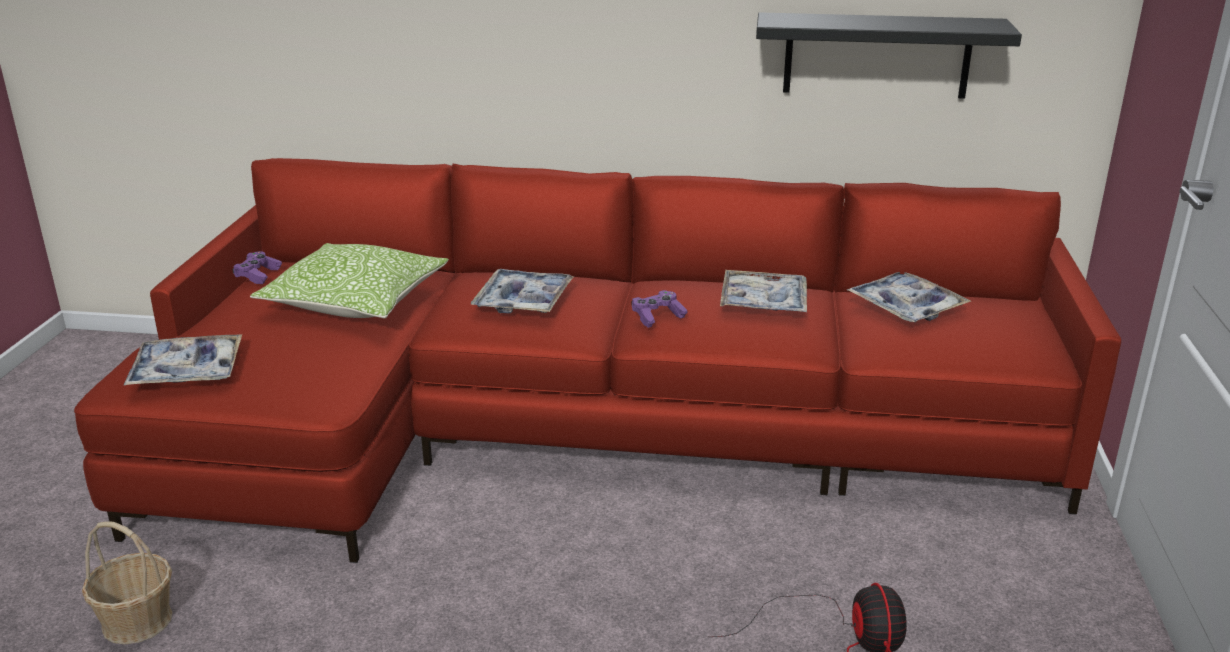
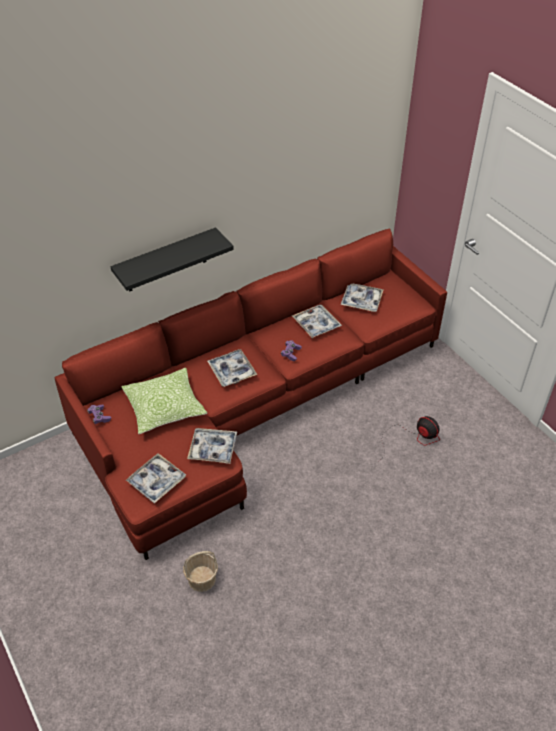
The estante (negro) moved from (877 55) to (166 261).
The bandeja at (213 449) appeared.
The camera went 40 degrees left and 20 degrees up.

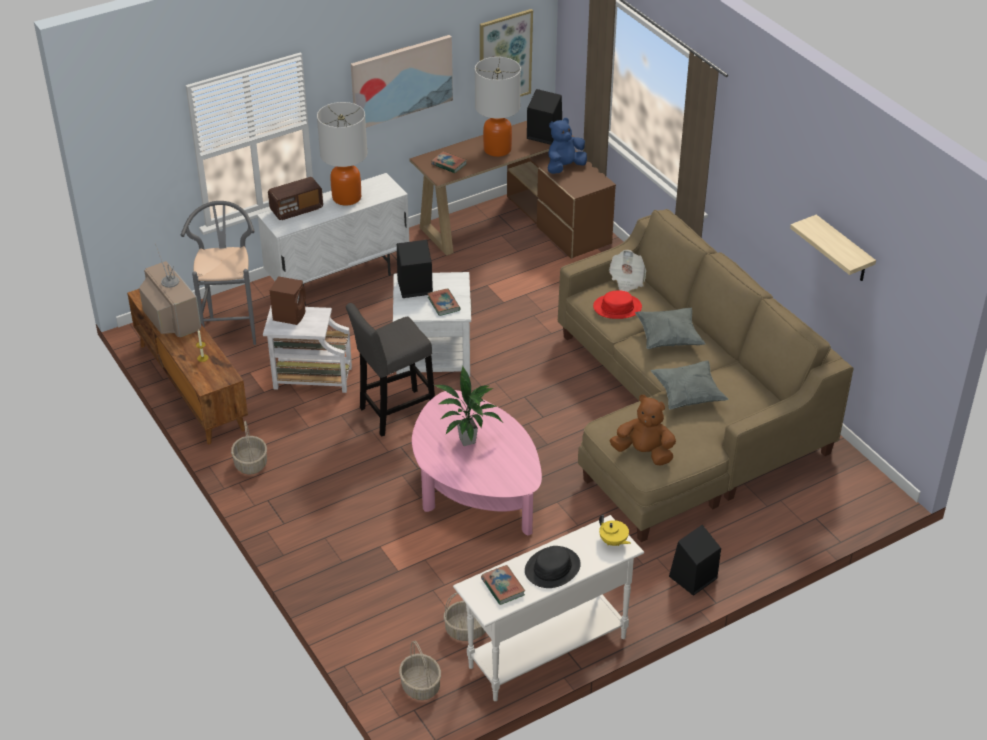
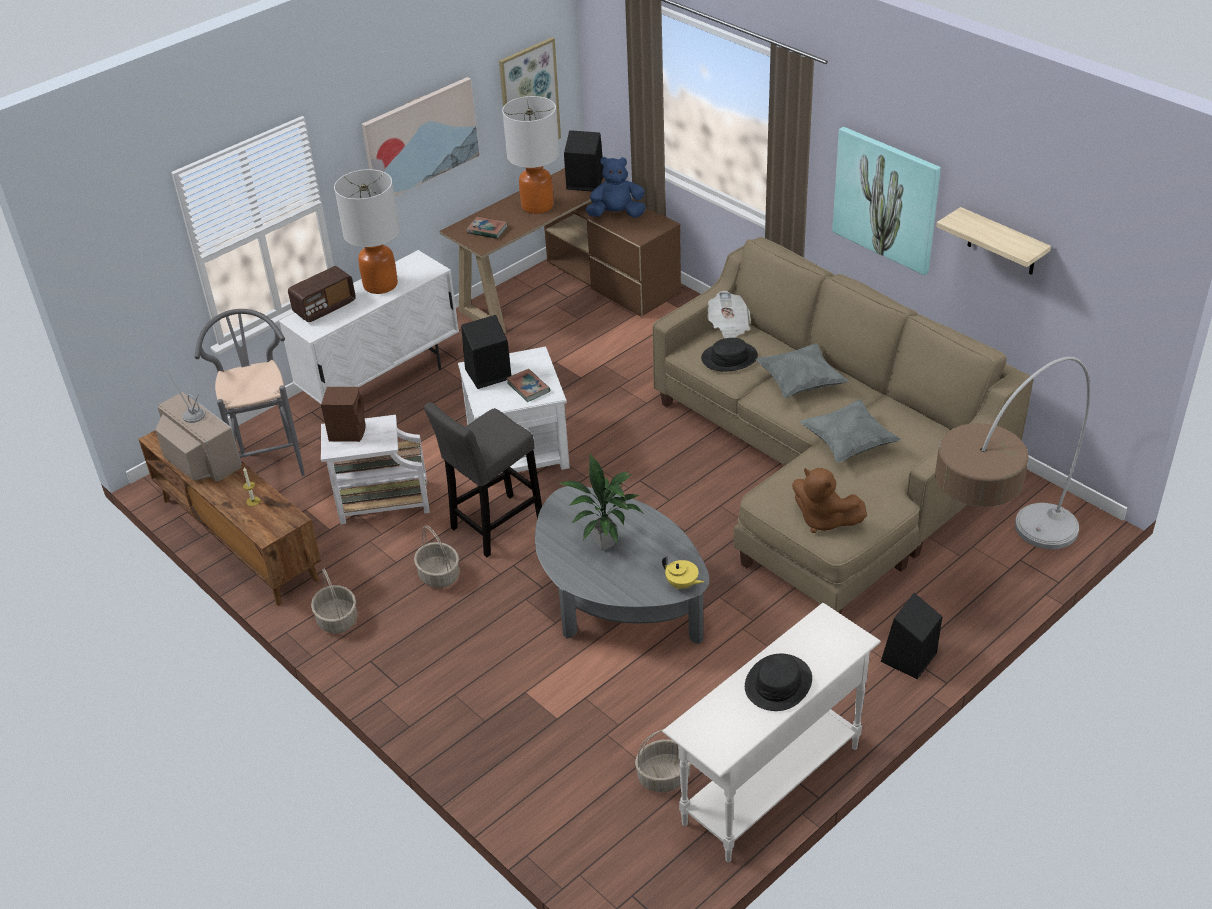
The peluche (azul) at (564 167) turned 45 degrees clockwise.
The sombrero (rojo) at (617 307) became the sombrero (negro) at (729 358).
The mesa de centro (rosa) at (475 488) became the mesa de centro (gris) at (617 599).
The peluche (marrón) at (644 453) turned 150 degrees counterclockwise.
The tetera (amarillo) moved from (613 542) to (682 584).
The libro at (503 587) disappeared.
The cesta moved from (421 686) to (439 575).
The cuadro at (886 199) appeared.
The lámpara de pie at (996 571) appeared.
The camera went 10 degrees left and 0 degrees up.

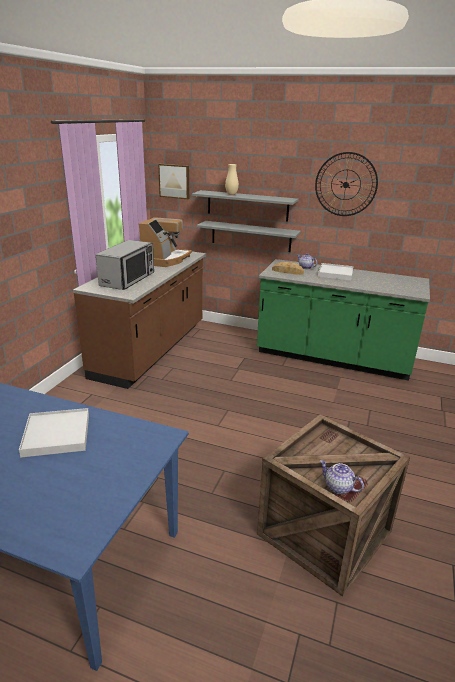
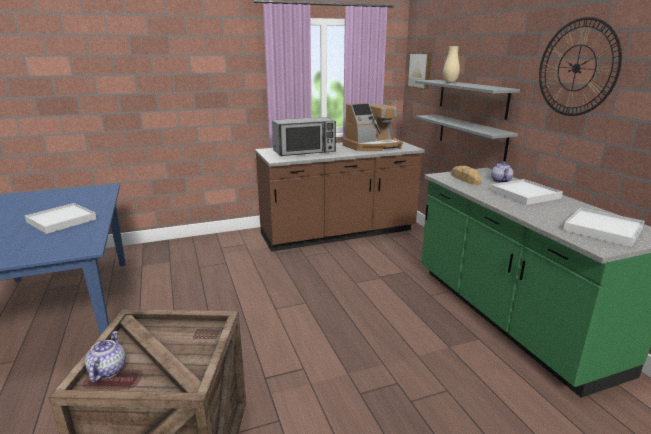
The bandeja (blanco) at (602 230) appeared.
The camera went 50 degrees right and 5 degrees down.

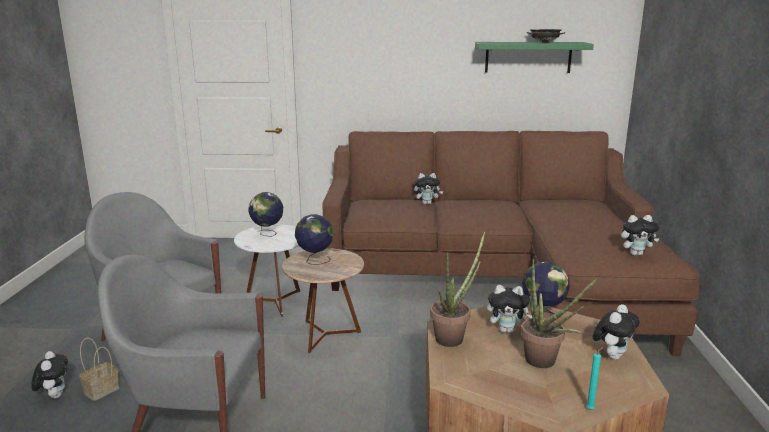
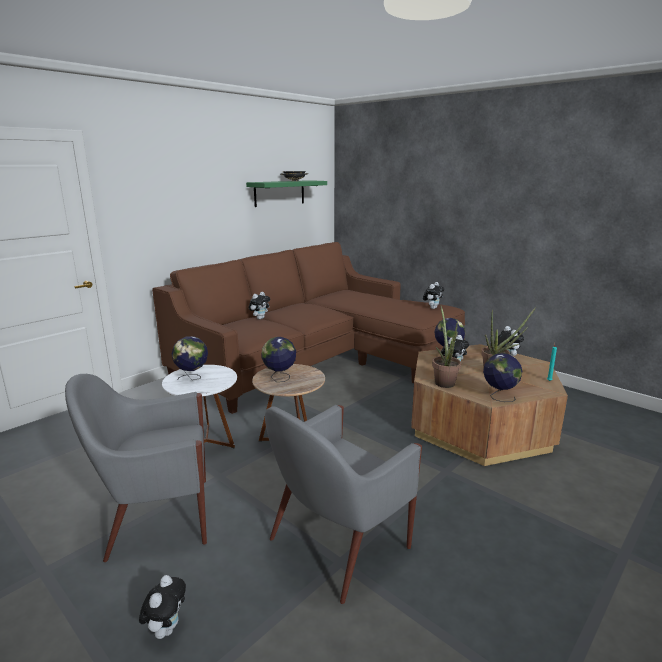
The cesta at (102 390) disappeared.
The peluche at (54 395) turned 75 degrees clockwise.
The globo terráqueo at (499 397) appeared.
The camera went 50 degrees left and 0 degrees up.

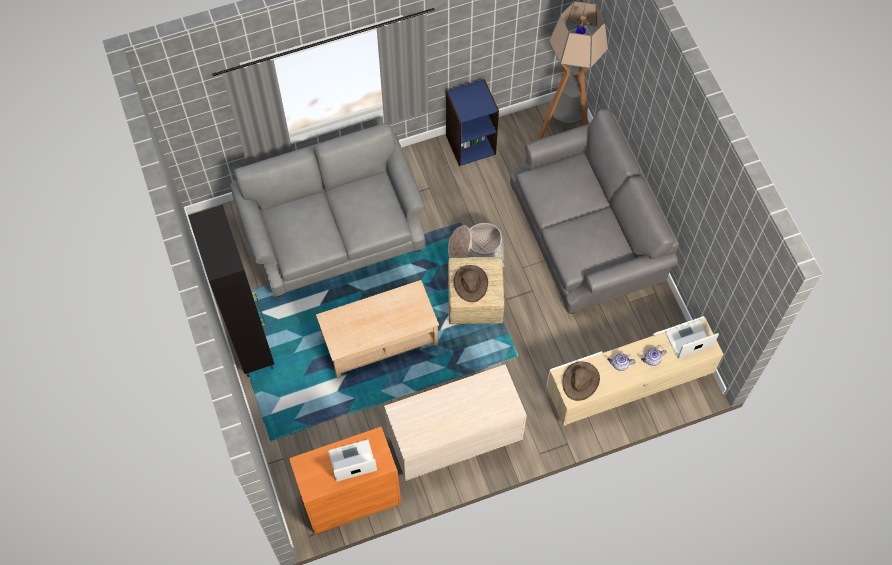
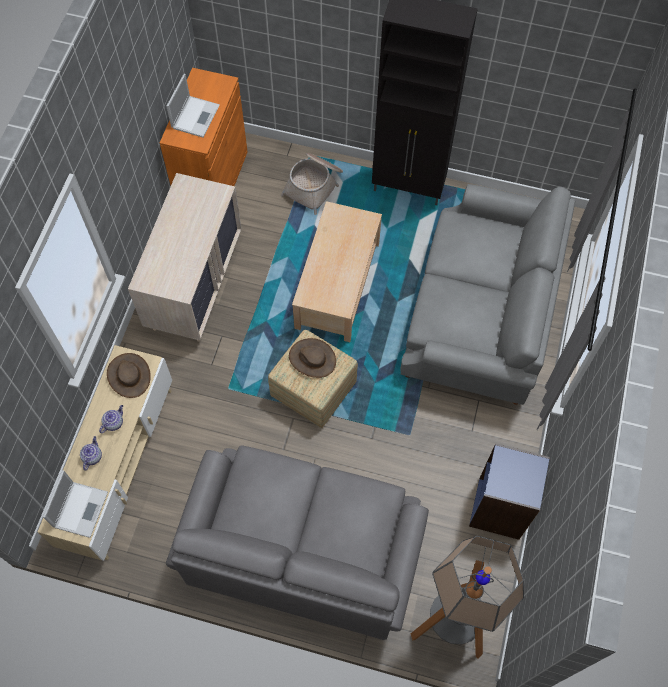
The cesta moved from (476 250) to (314 185).
The camera went 125 degrees right and 0 degrees up.

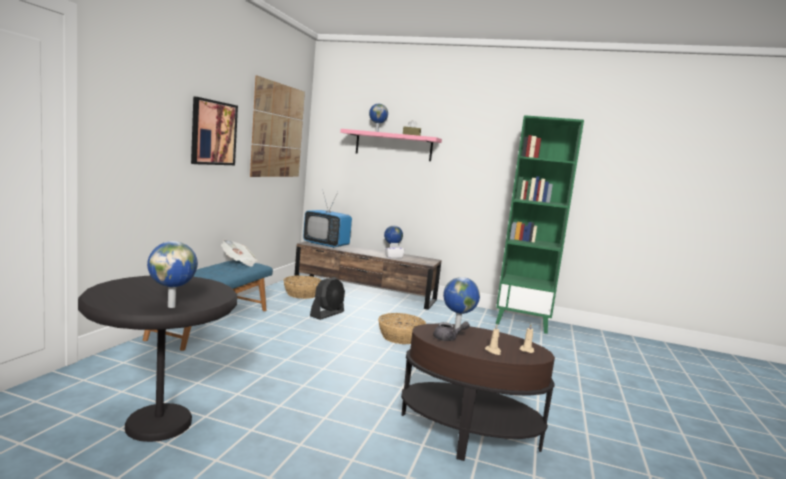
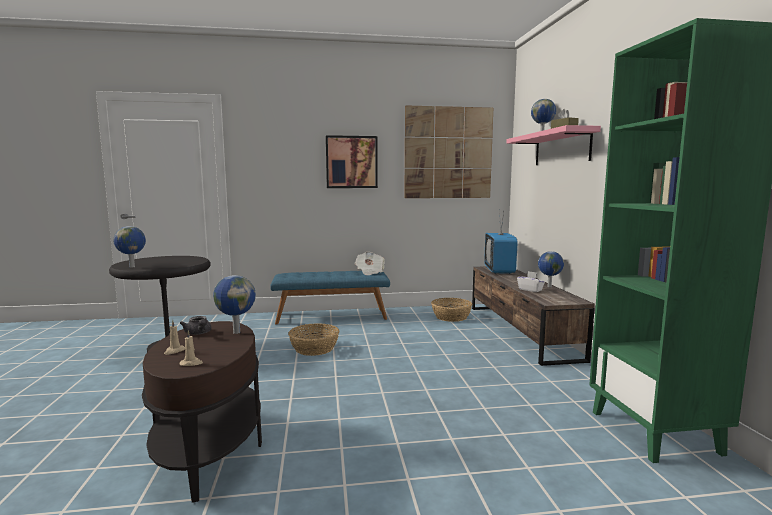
The ventilador (negro) at (327 314) disappeared.
The cesta moved from (400 337) to (314 348).
The camera went 65 degrees right and 0 degrees up.

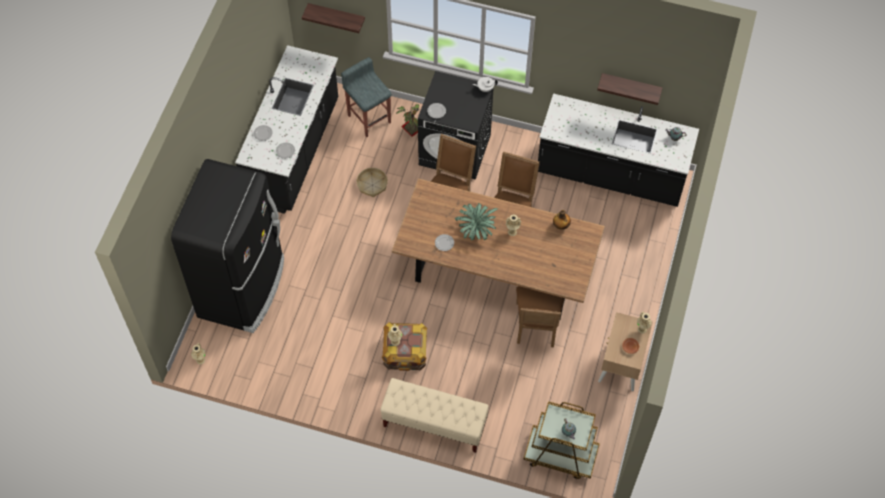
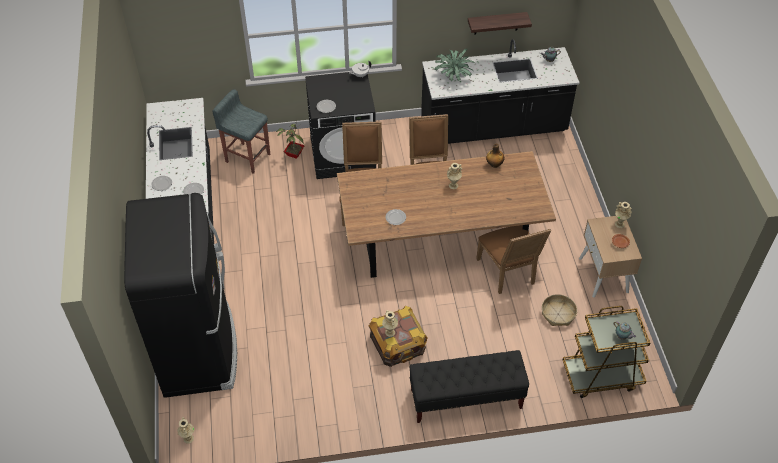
The estante at (337 16) disappeared.
The cesta moved from (372 185) to (558 314).
The planta en maceta moved from (476 229) to (454 76).
The banco (beis) at (434 424) became the banco (negro) at (465 399).
The camera went 25 degrees left and 10 degrees down.

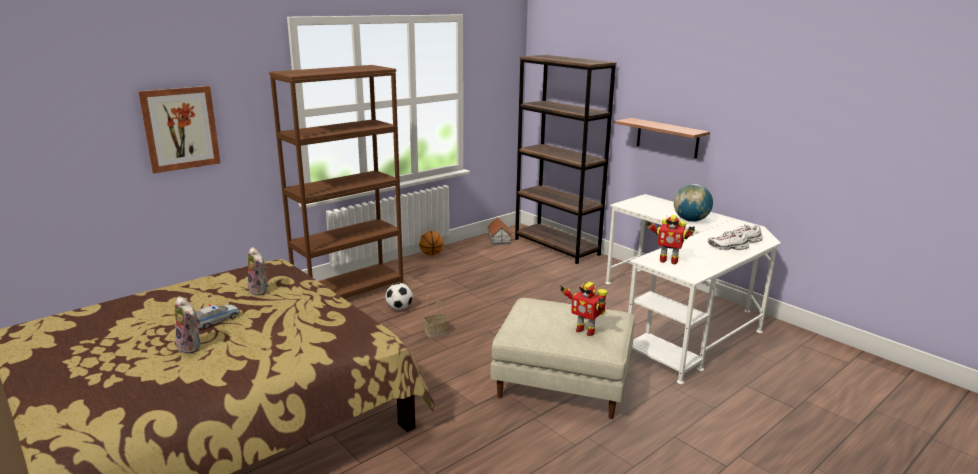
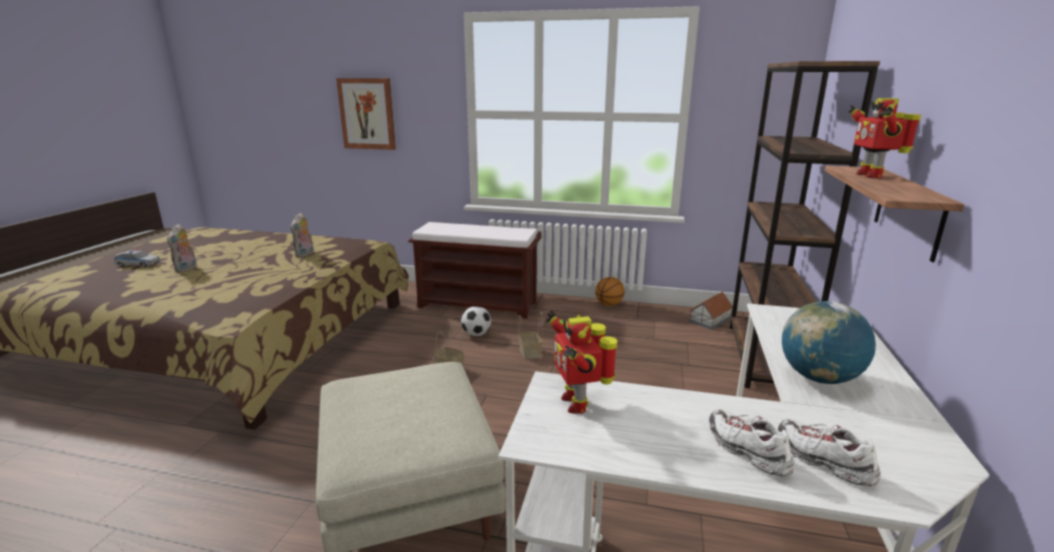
The estantería (marrón) at (350 292) was replaced by the banco (marrón) at (479 304).
The robot de juguete moved from (585 330) to (871 175).
The coche de juguete moved from (215 320) to (138 264).
The cesta at (531 353) appeared.
The camera went 55 degrees right and 0 degrees up.

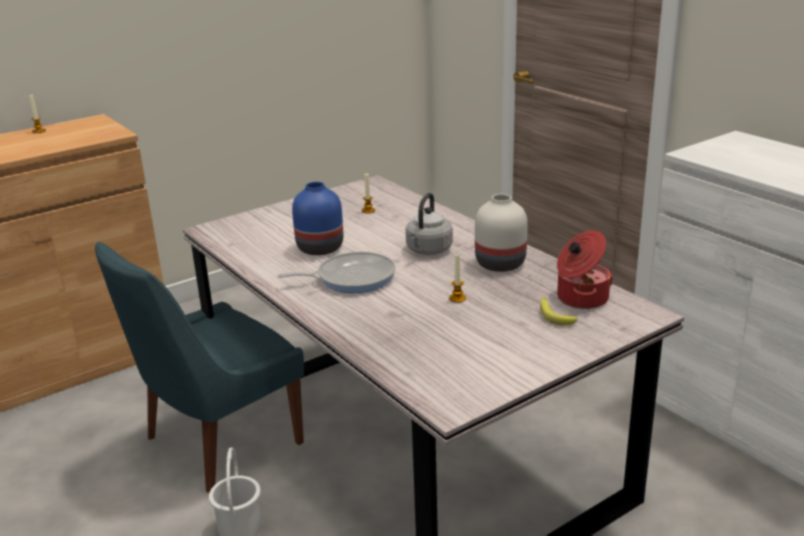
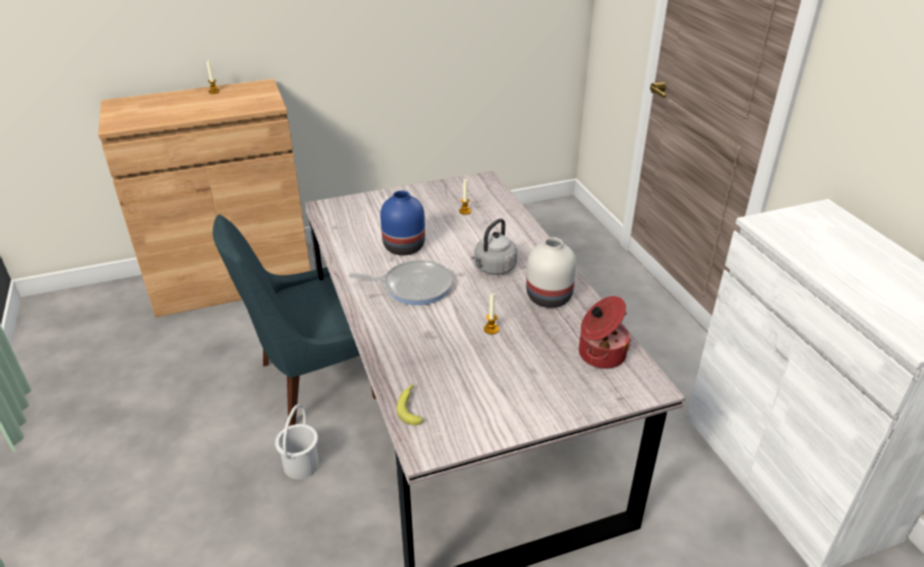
The plátano moved from (554 314) to (411 407).
The camera went 15 degrees right and 10 degrees up.

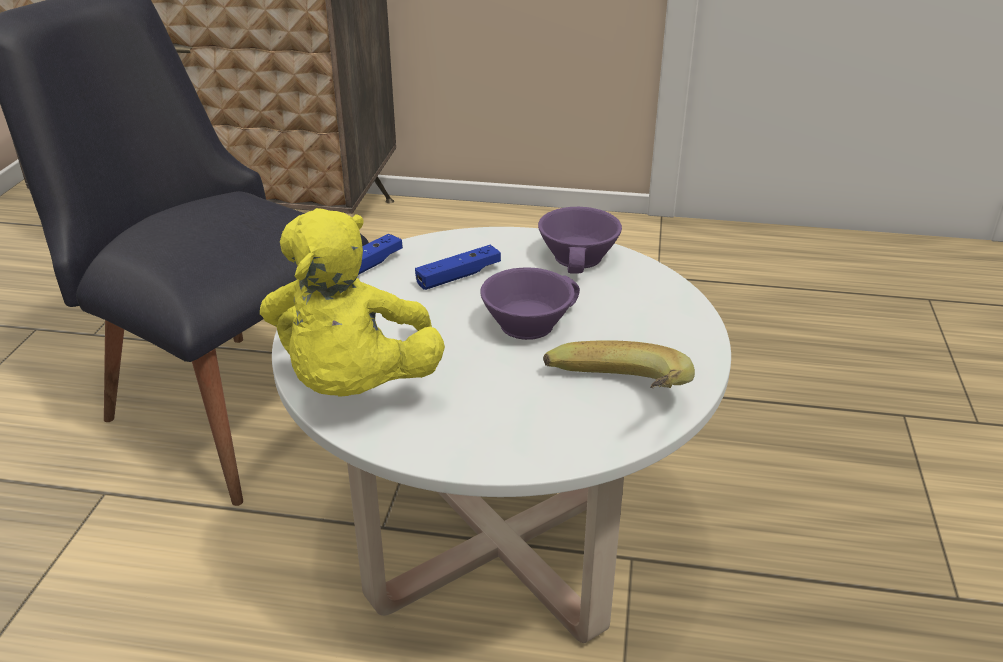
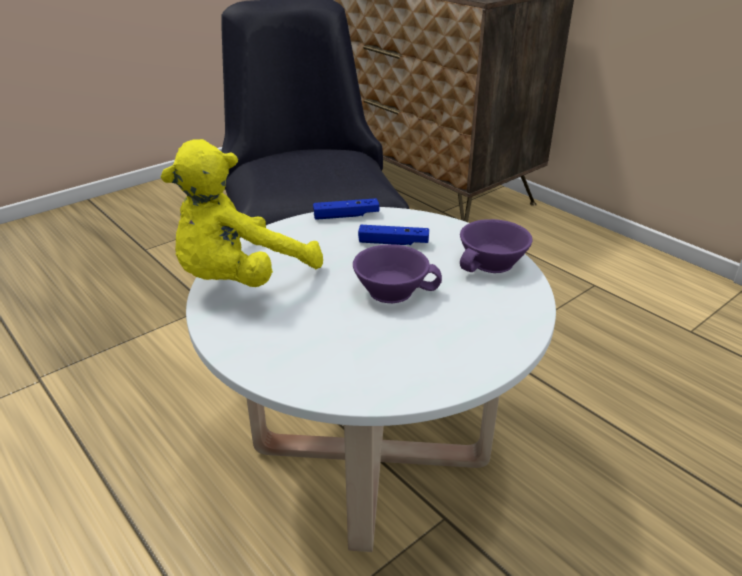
The plátano at (615 402) disappeared.
The camera went 40 degrees right and 0 degrees up.

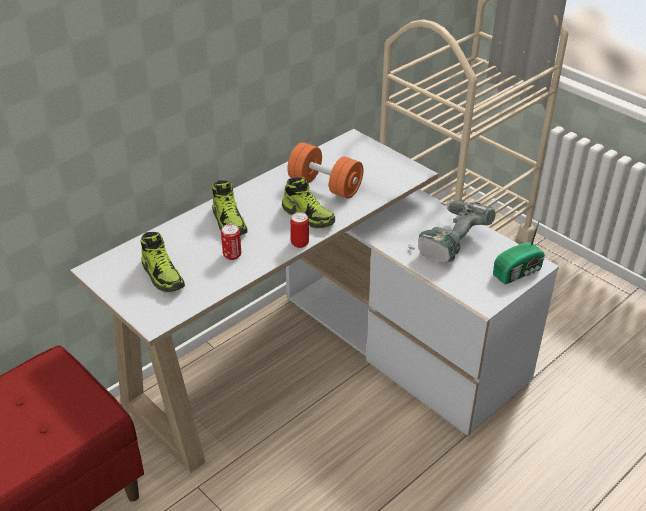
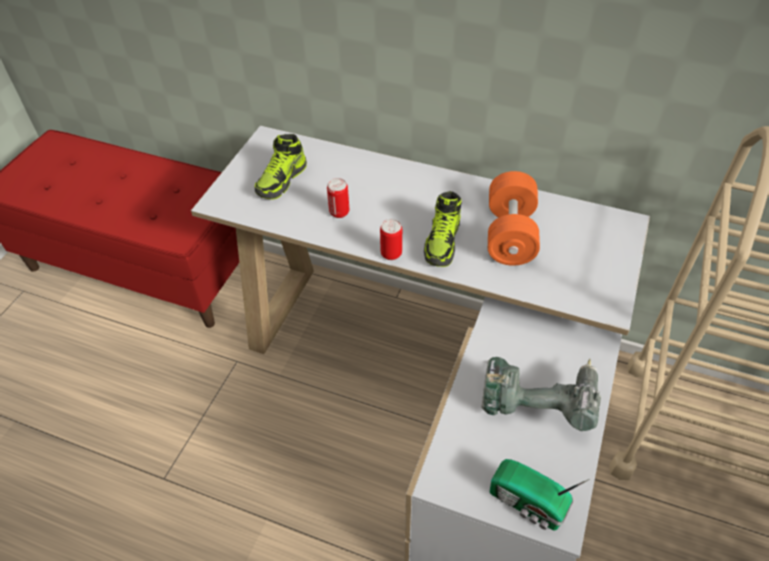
The zapato at (229 222) disappeared.
The camera went 65 degrees right and 10 degrees up.

